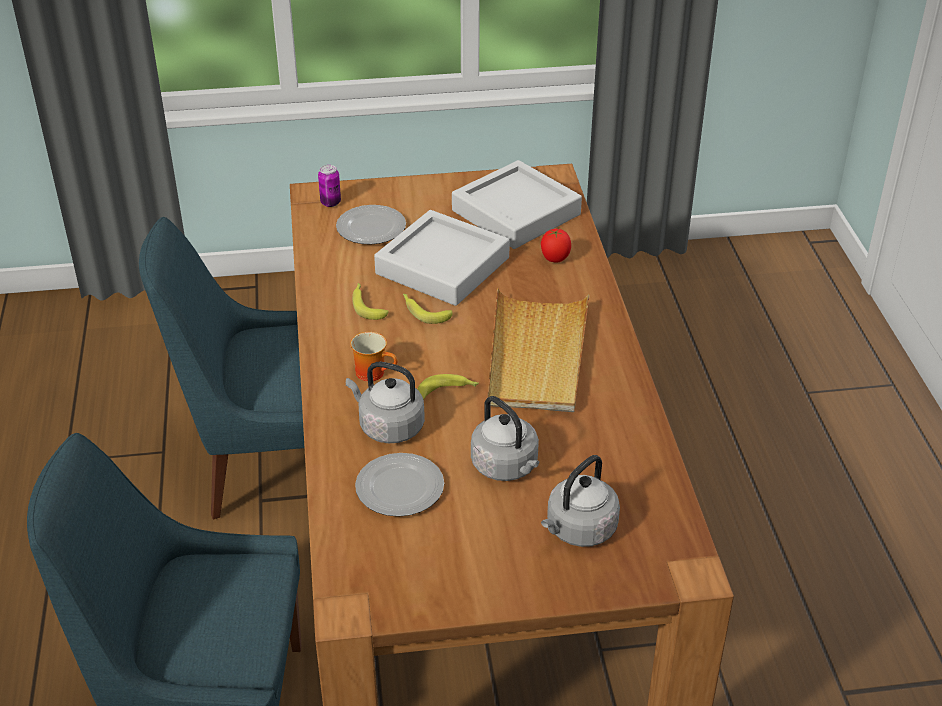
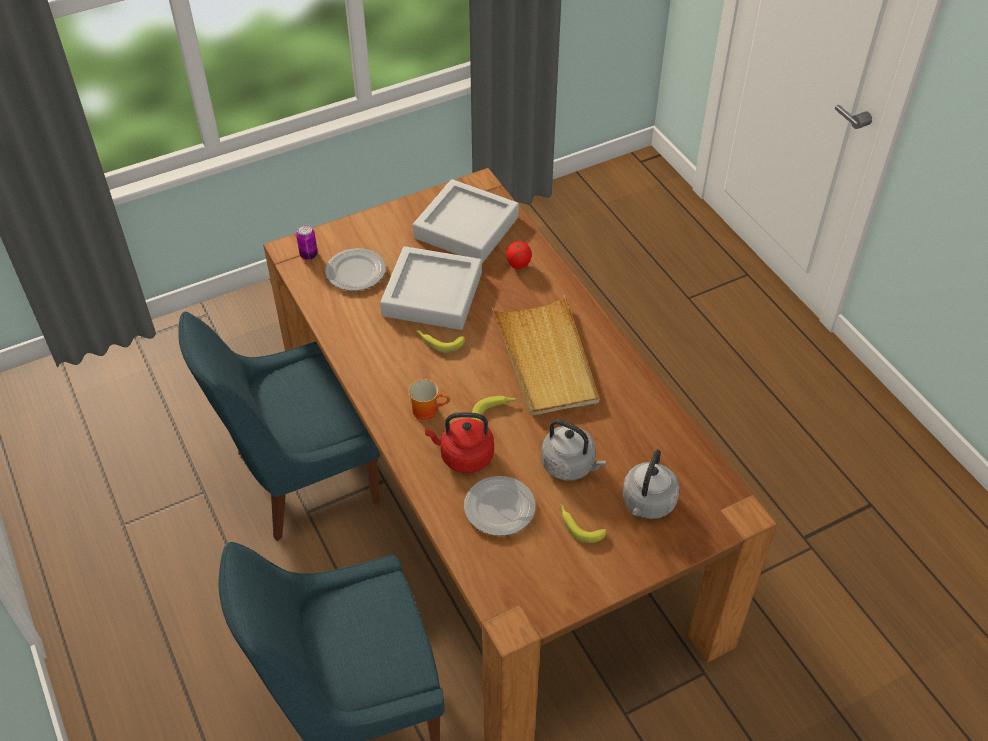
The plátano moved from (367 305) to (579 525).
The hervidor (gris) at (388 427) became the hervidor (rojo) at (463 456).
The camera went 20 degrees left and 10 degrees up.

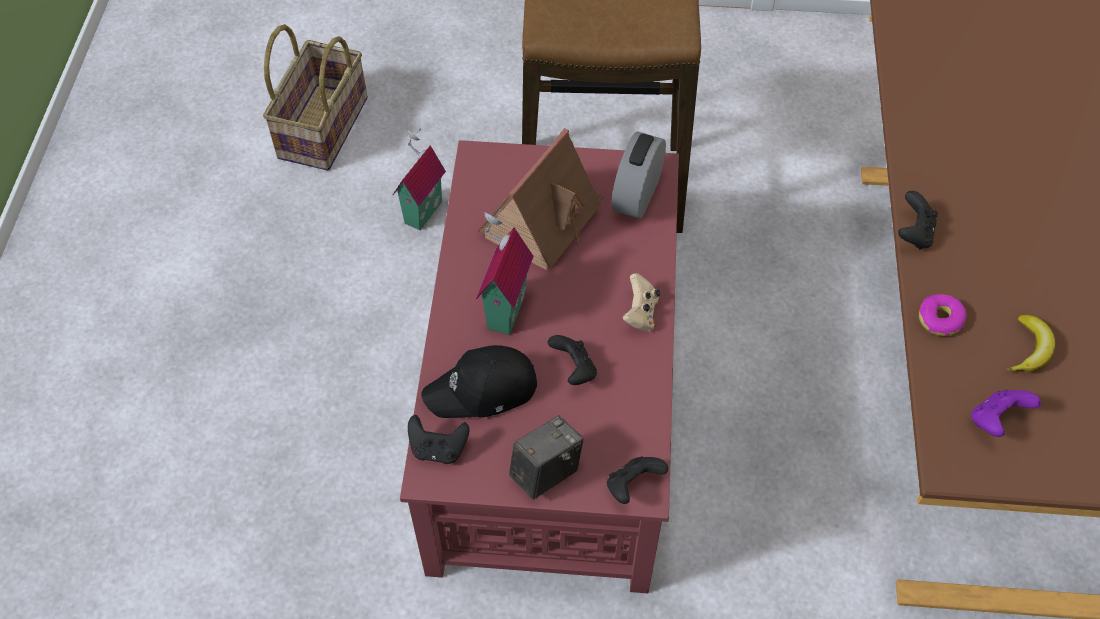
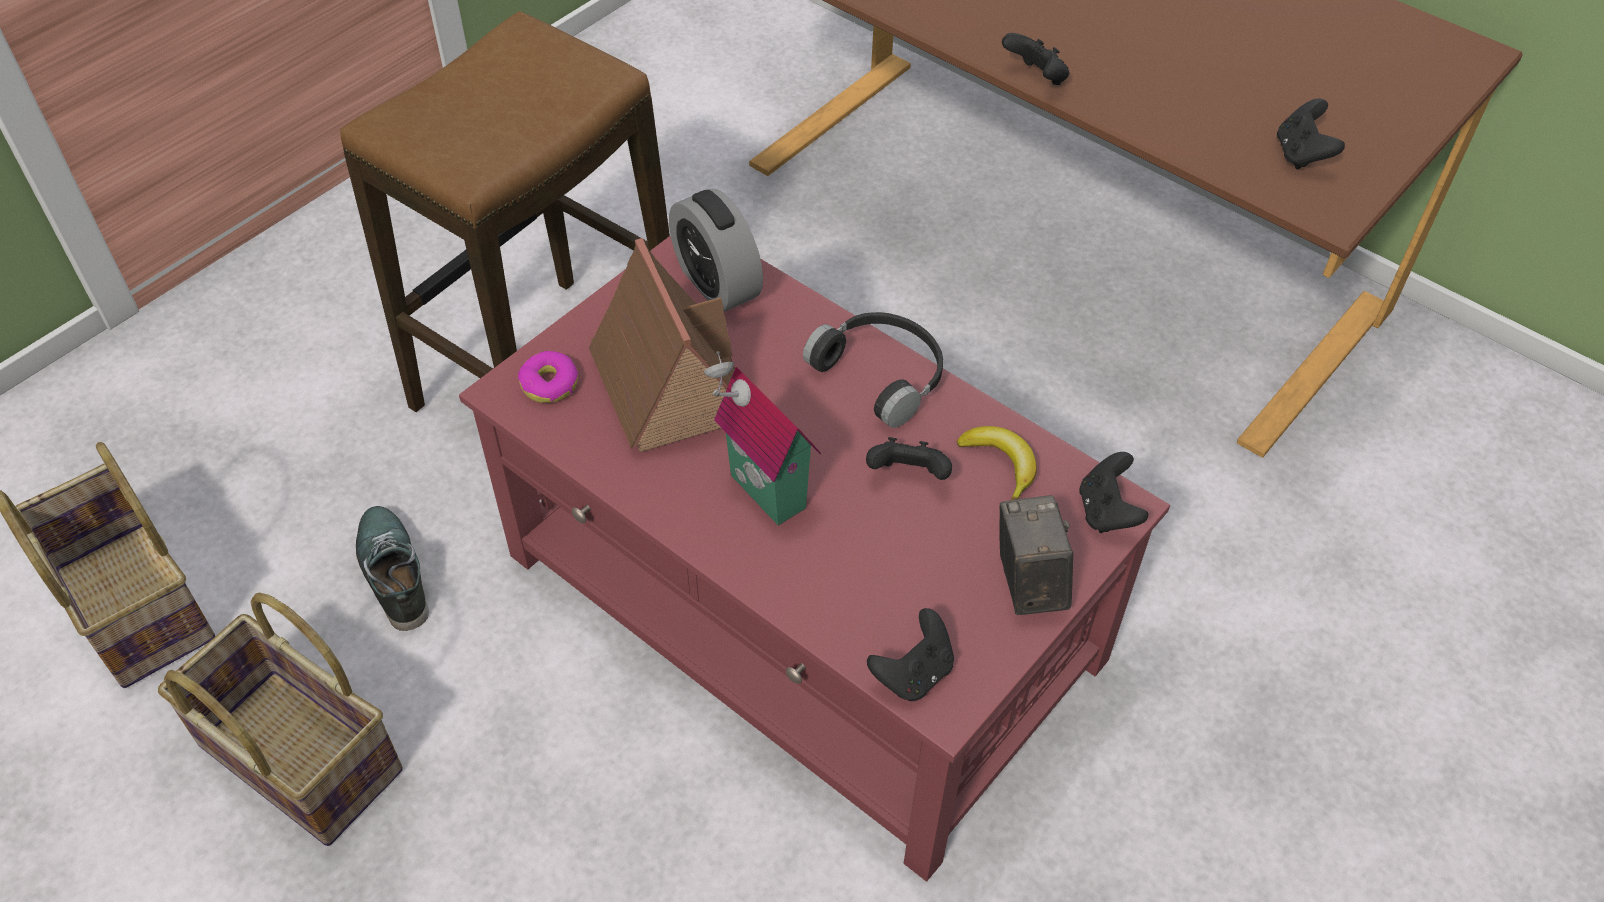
The casita at (421 211) was replaced by the zapato at (392 573).
The mando de consola (beis) at (640 313) was replaced by the auriculares (negro) at (882 373).
The rosquilla moved from (939 319) to (549 384).
The plátano moved from (1029 349) to (1000 464).
The gorra (negro) at (483 390) disappeared.
The mando de consola (morado) at (995 420) became the mando de consola (negro) at (1301 154).
The cesta at (297 759) appeared.
The camera went 55 degrees left and 5 degrees down.

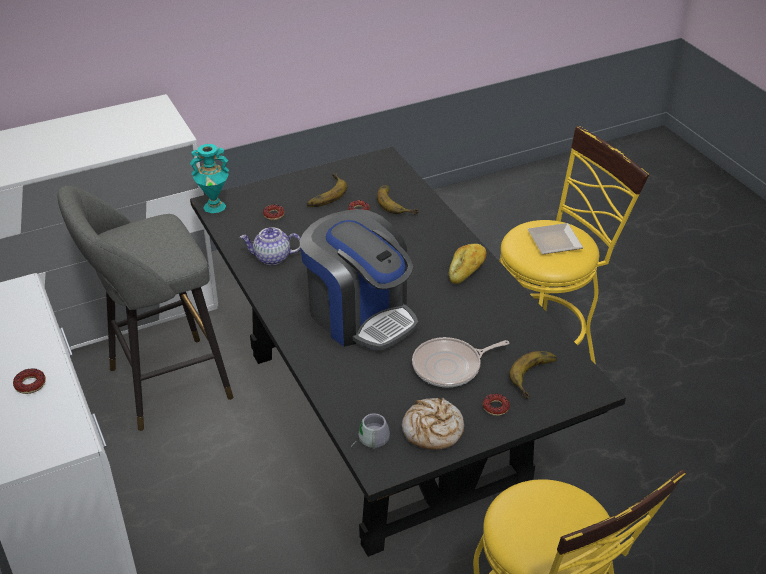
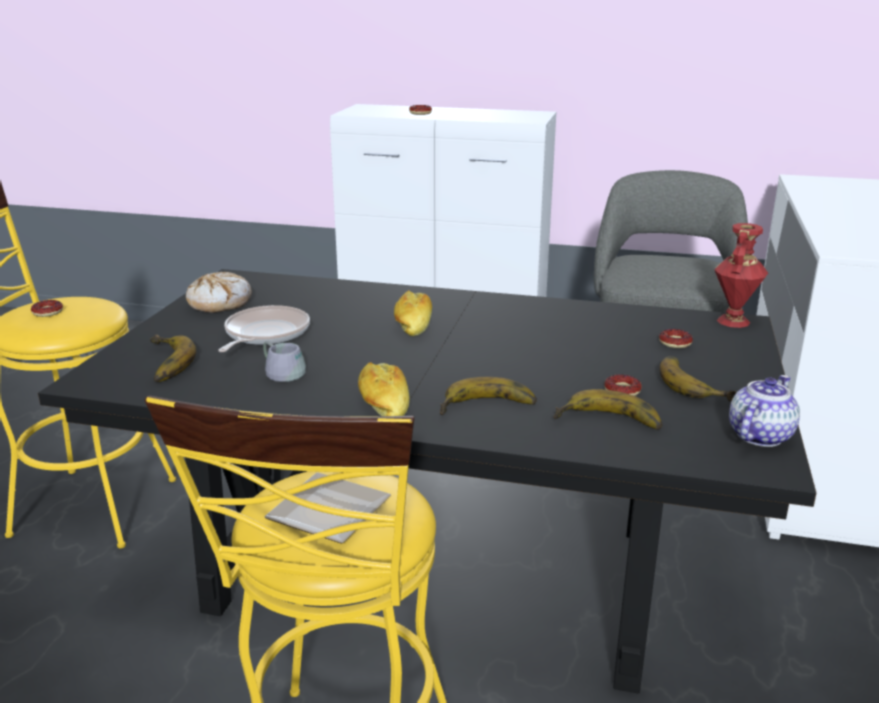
The florero (turquesa) at (214 206) became the florero (rojo) at (734 321).
The cafetera at (360 315) was replaced by the pan at (413 325).
The tetera moved from (272 258) to (759 435).
The rosquilla moved from (496 407) to (47 312).
The taza grande (gris) moved from (370 440) to (285 371).
The plátano at (488 408) appeared.
The camera went 130 degrees right and 15 degrees down.

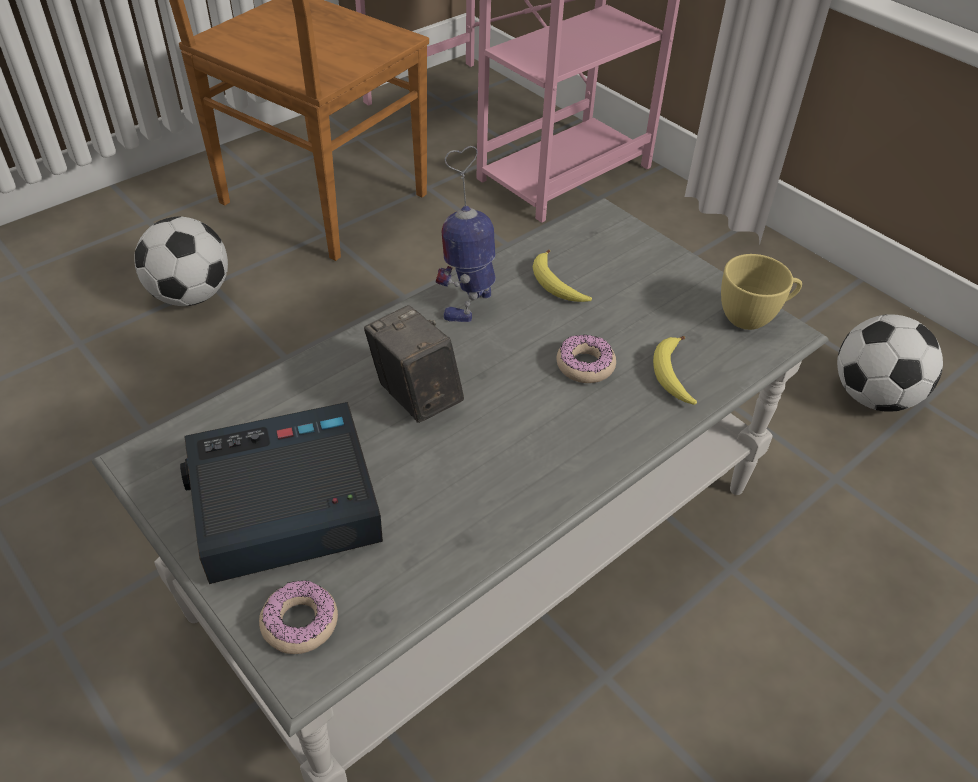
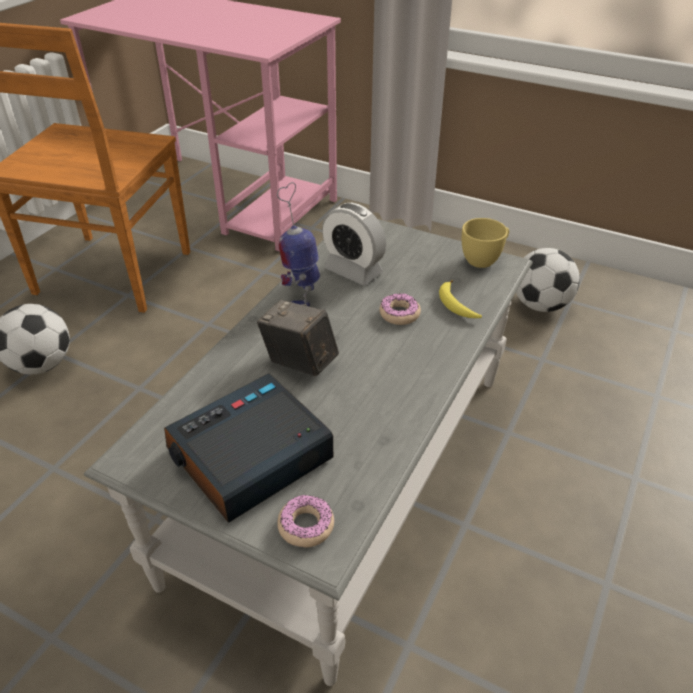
The plátano at (557 285) was replaced by the despertador at (353 271).
The camera went 20 degrees left and 5 degrees down.

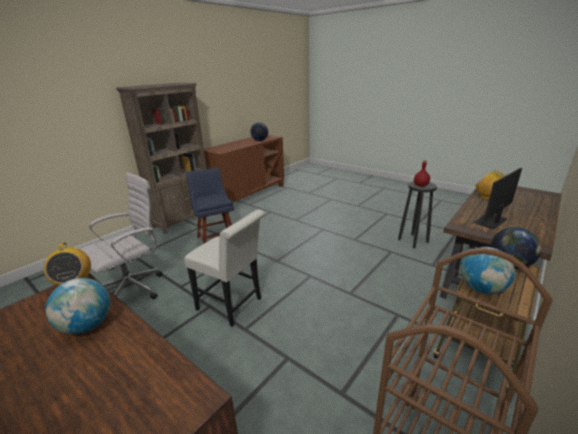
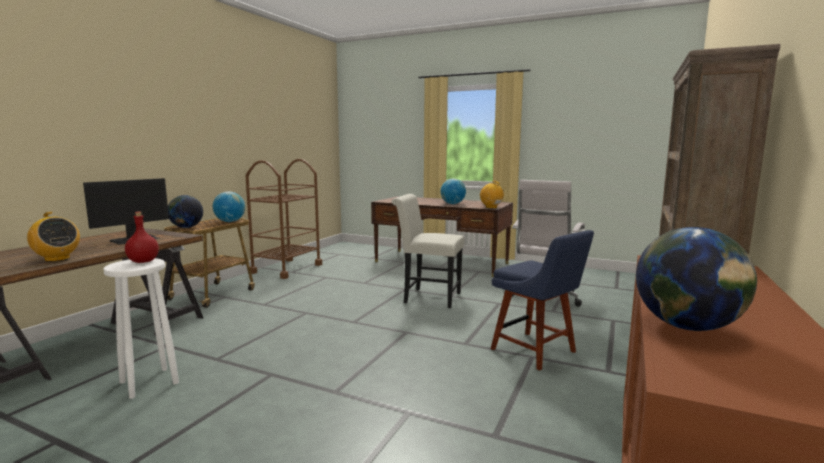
The taburete (negro) at (413 240) became the taburete (blanco) at (148 383).
The camera went 165 degrees right and 15 degrees down.

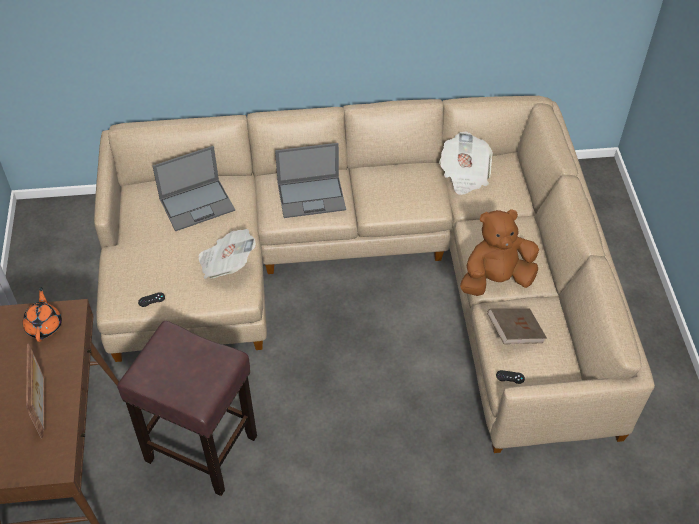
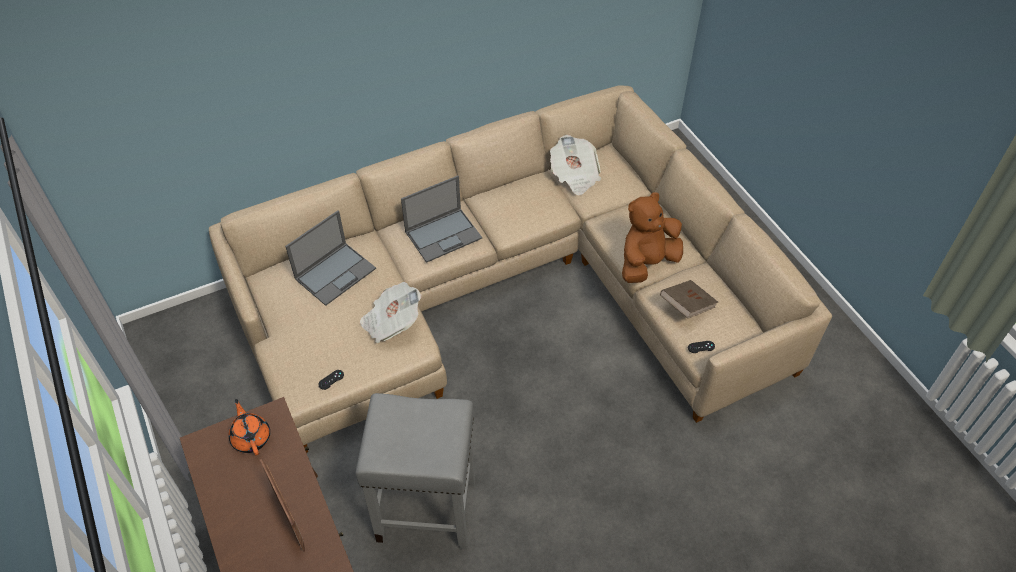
The taburete (marrón) at (203 448) became the taburete (gris) at (428 510).
The camera went 20 degrees left and 0 degrees up.

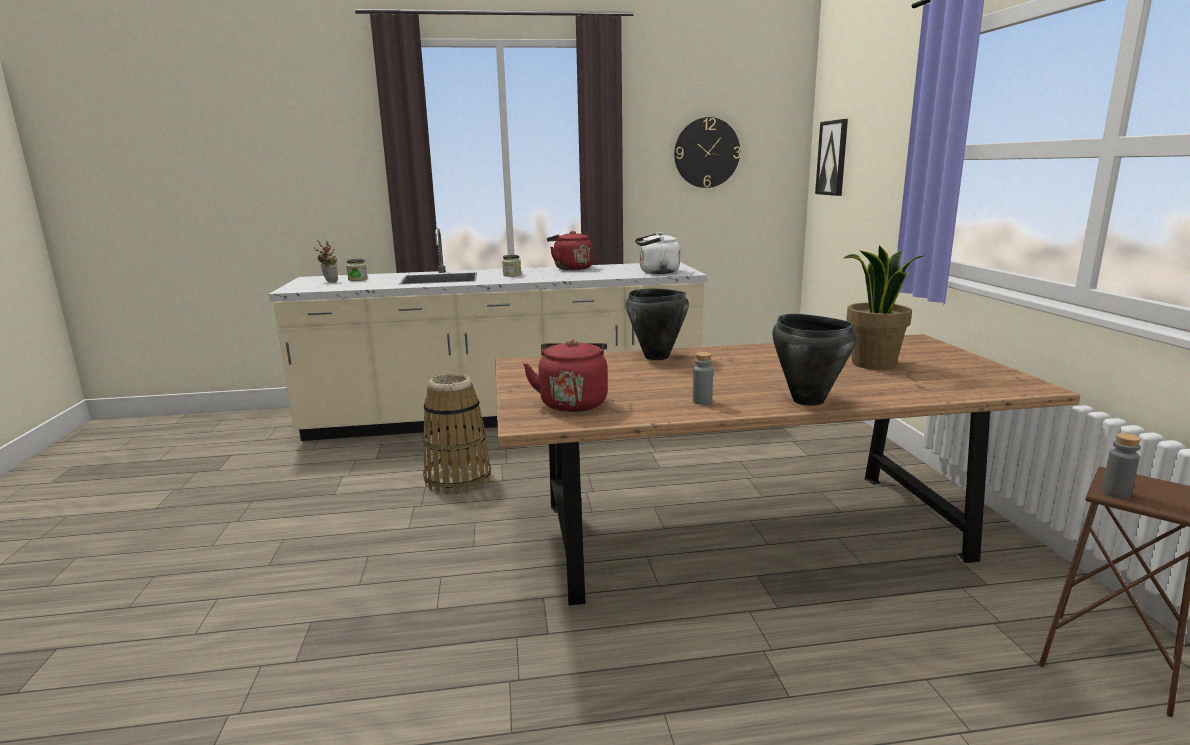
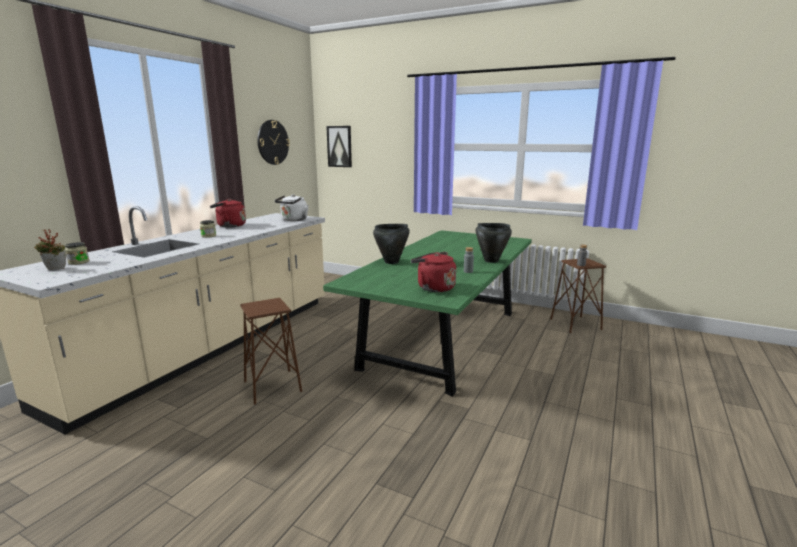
The planta en maceta at (873 364) disappeared.
The mesa de comedor (marrón) at (748 532) became the mesa de comedor (verde) at (444 338).
The cesta at (458 479) was replaced by the taburete (marrón) at (273 386).
The camera went 55 degrees left and 0 degrees up.

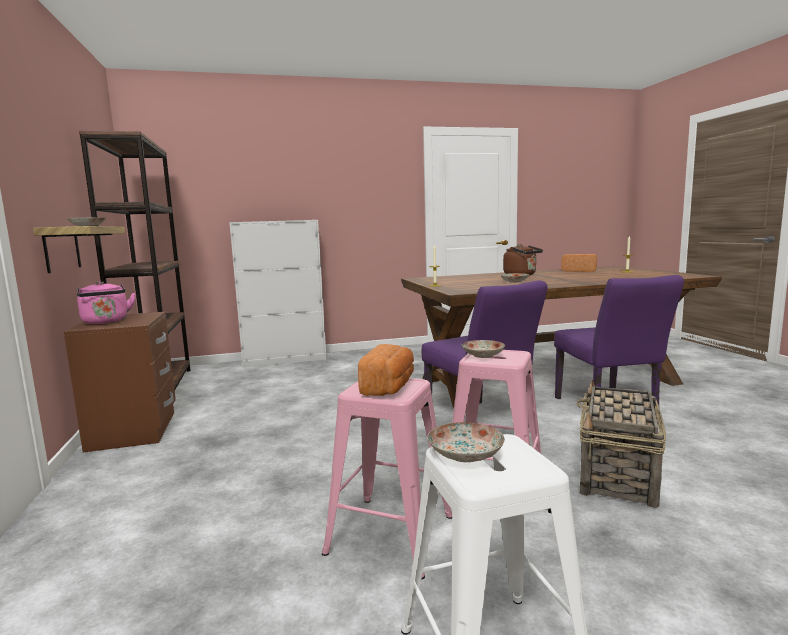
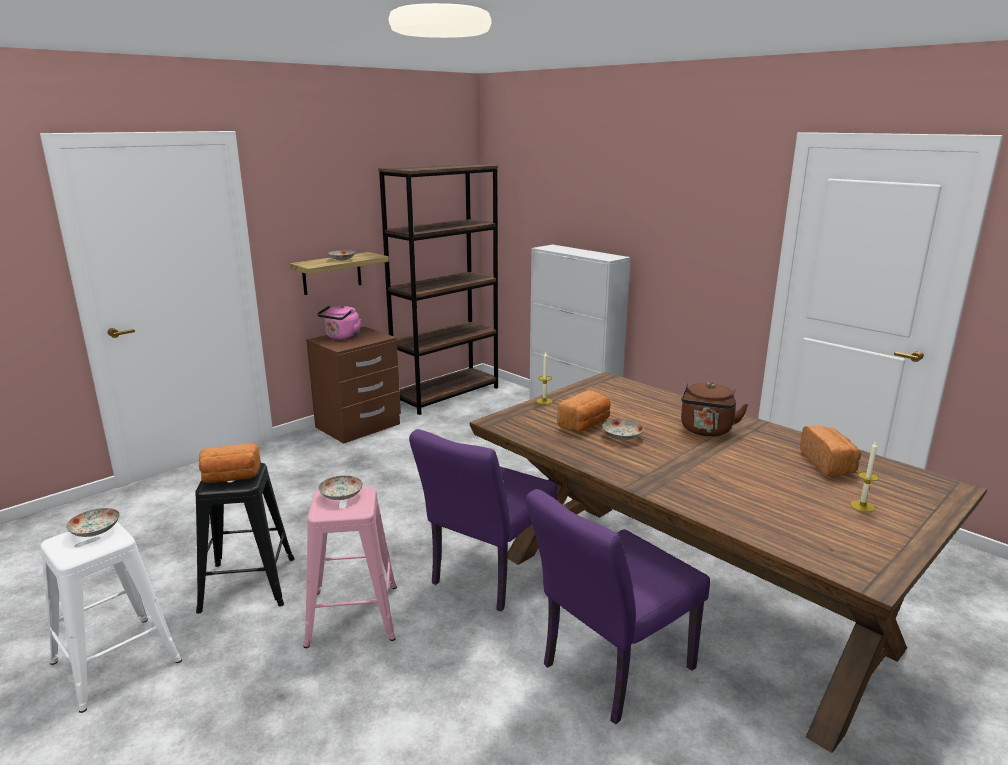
The taburete (rosa) at (389 534) became the taburete (negro) at (247 583).
The cesta at (617 475) disappeared.
The pan at (585 424) appeared.
The camera went 60 degrees right and 10 degrees up.

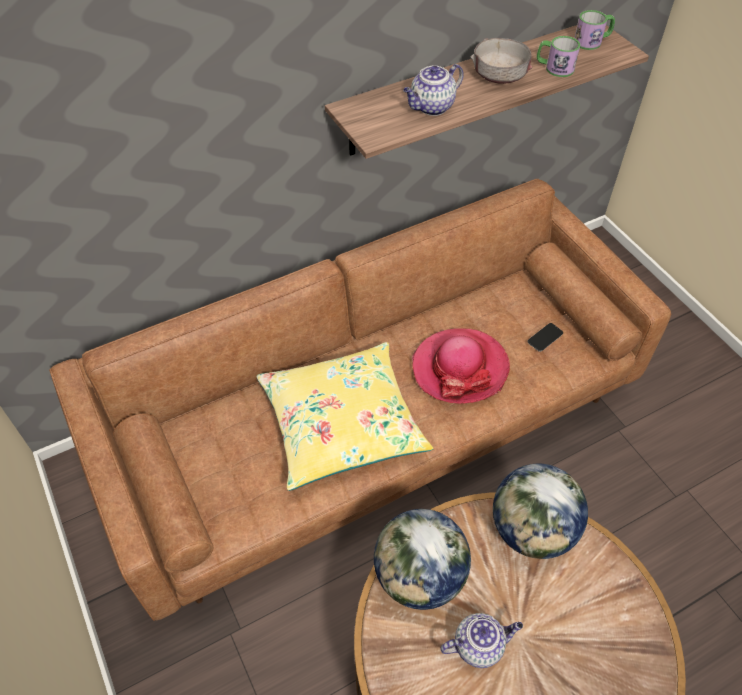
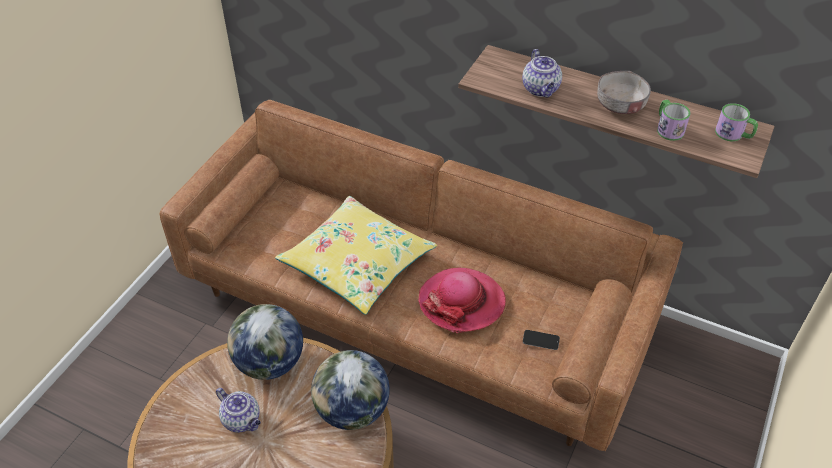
The tetera at (431 107) turned 120 degrees counterclockwise.
The camera went 55 degrees right and 5 degrees down.

